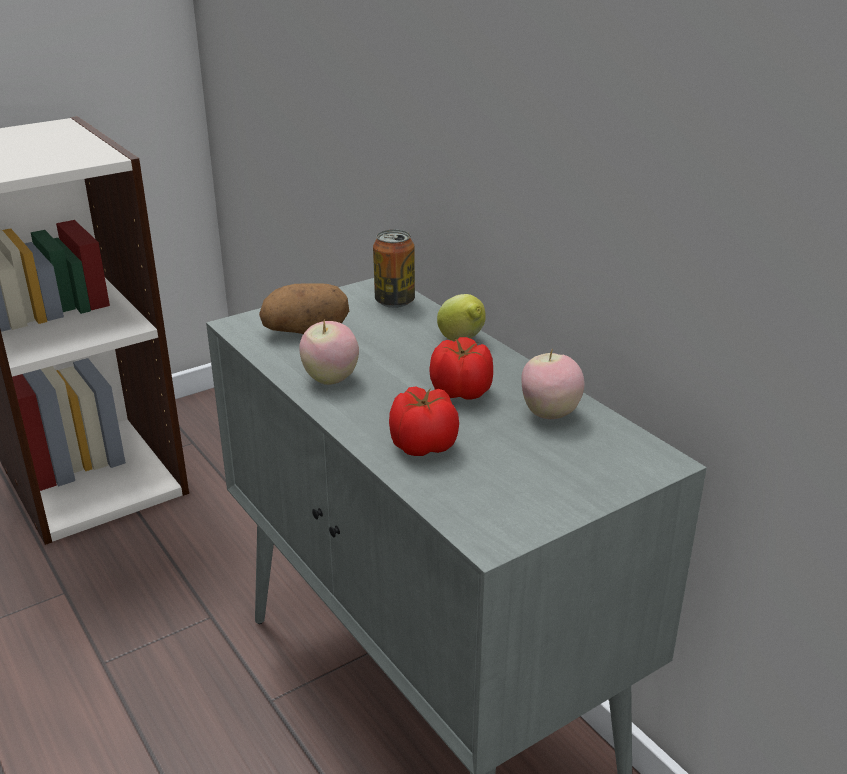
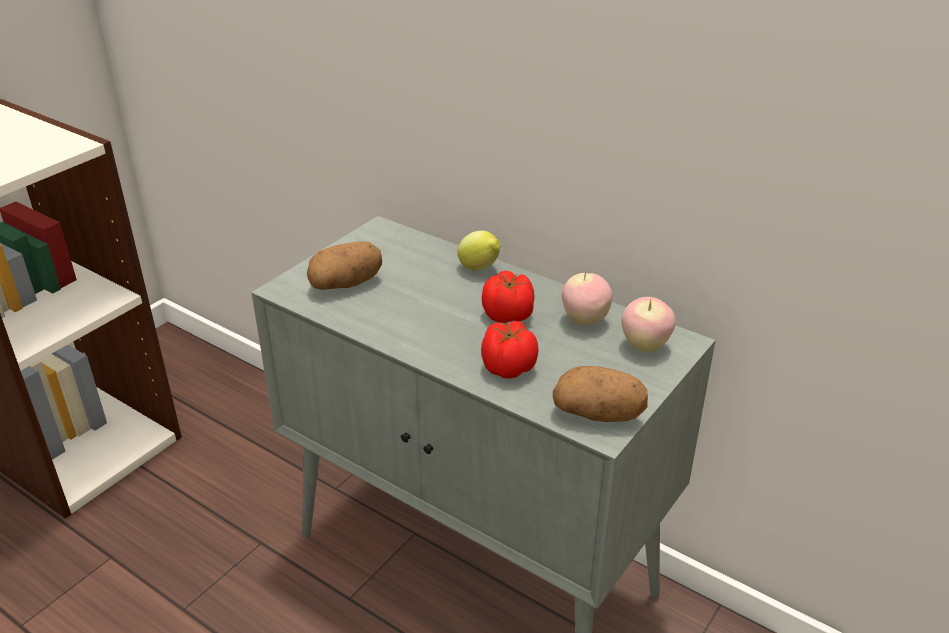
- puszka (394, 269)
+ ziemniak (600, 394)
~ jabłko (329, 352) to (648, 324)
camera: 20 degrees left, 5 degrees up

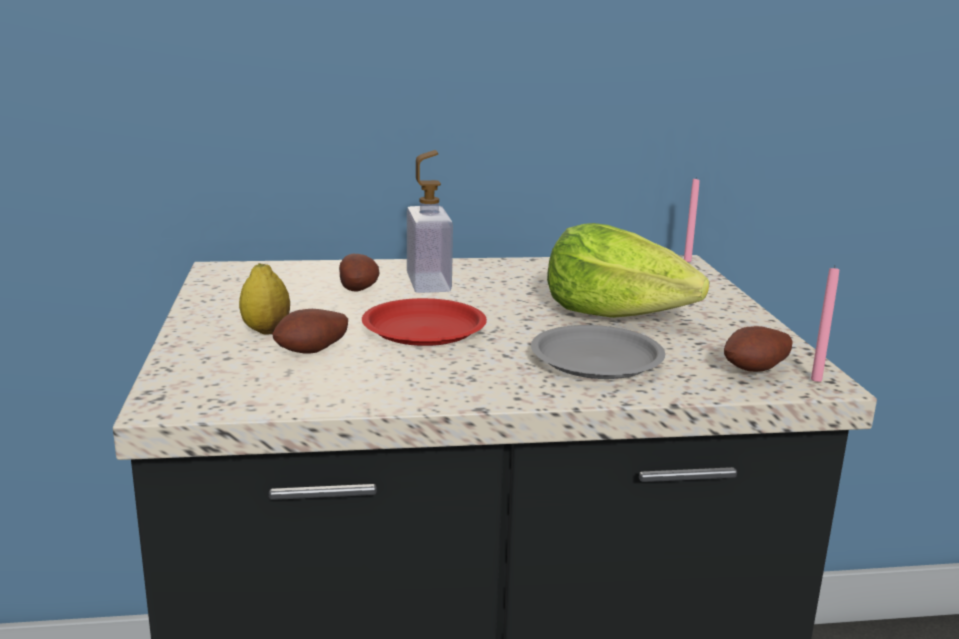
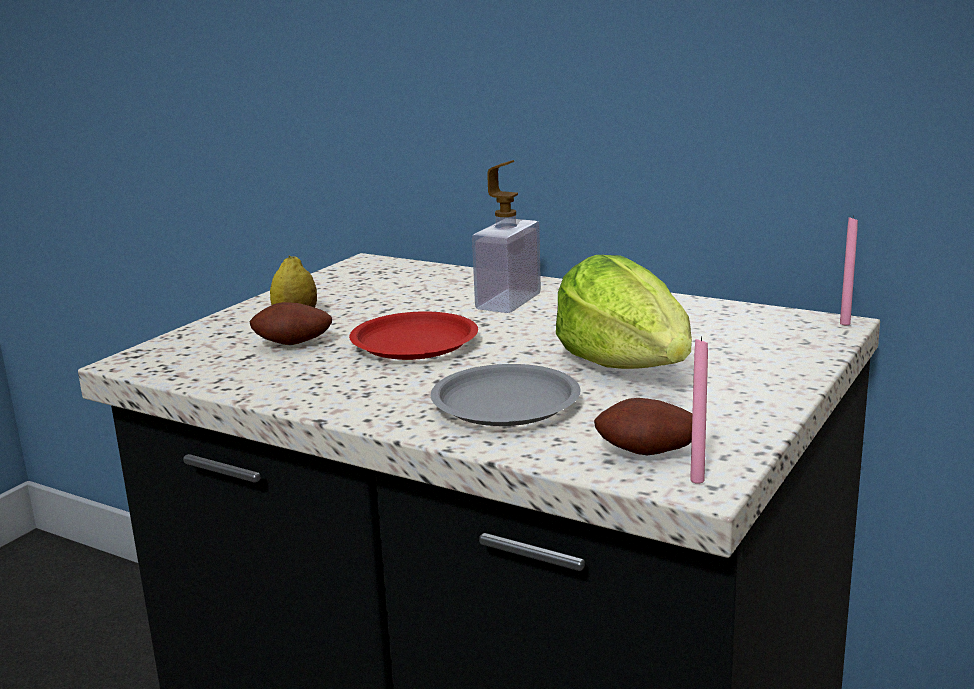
- ziemniak (359, 273)
camera: 40 degrees right, 0 degrees up

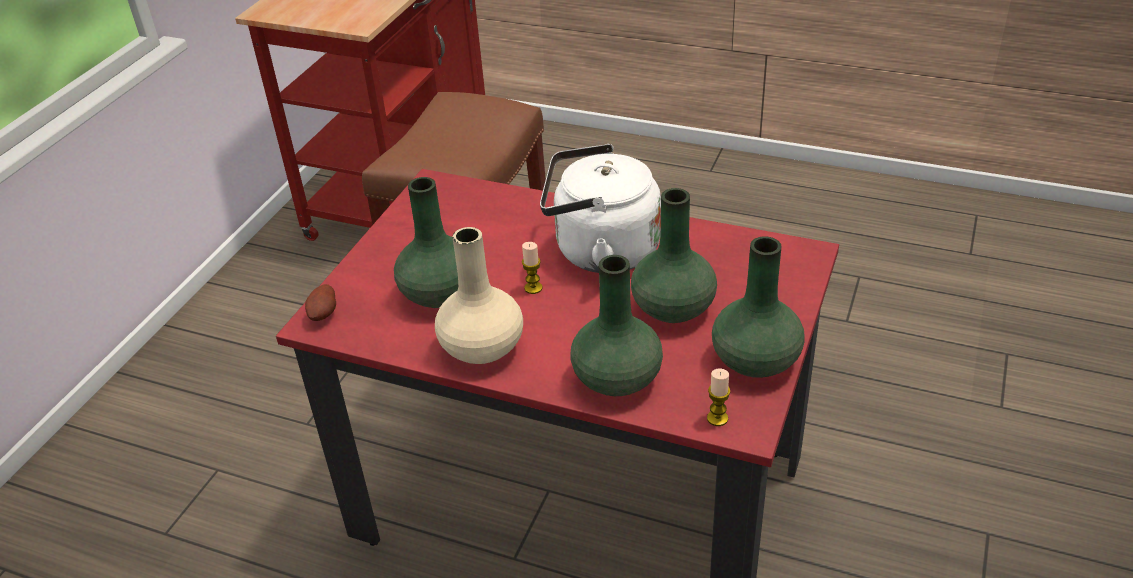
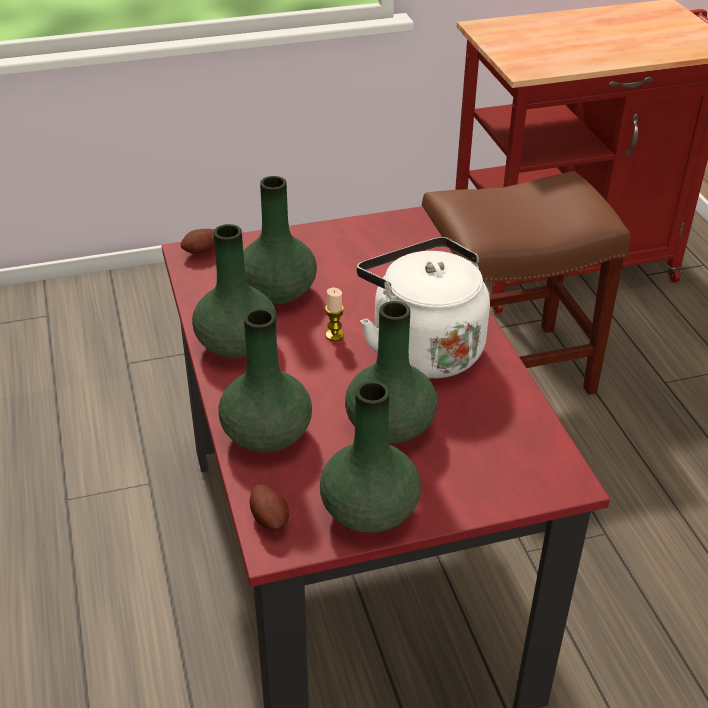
~ świeca (718, 397) to ziemniak (269, 507)
~ wazon (beżowy) (479, 295) to wazon (zielony) (234, 291)
camera: 50 degrees right, 0 degrees up

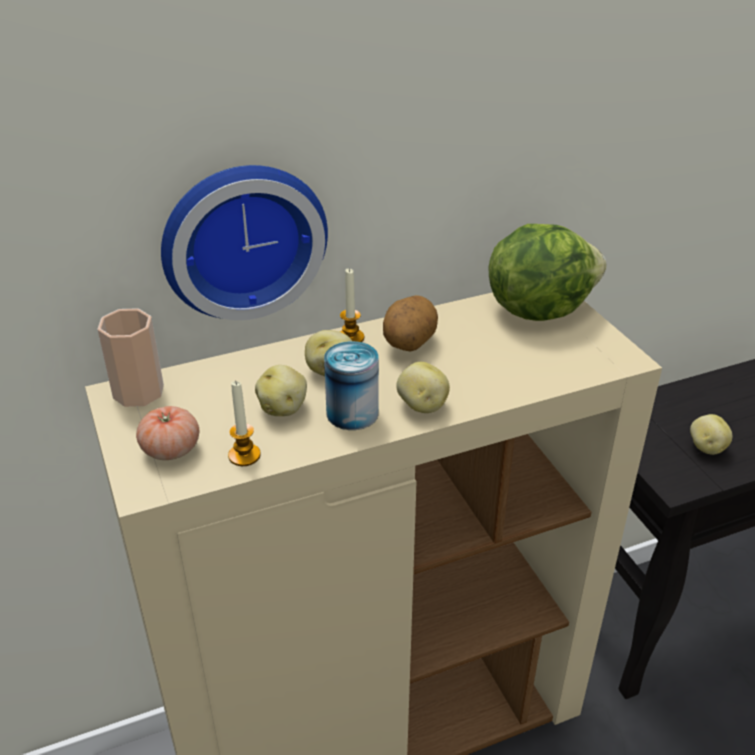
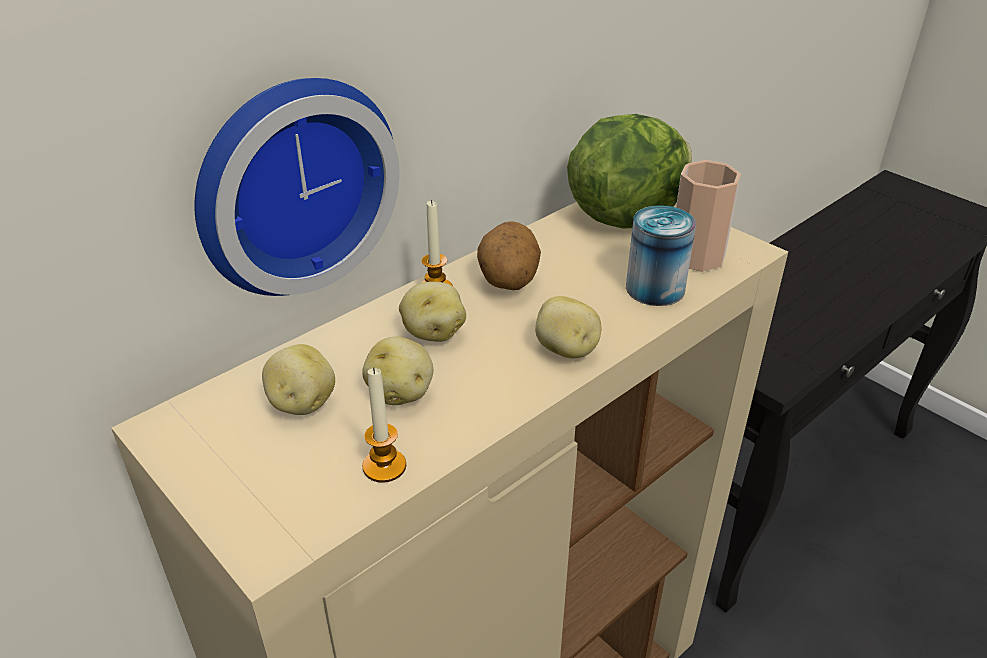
- pomidor (167, 433)
~ filiżanka (130, 357) to (708, 215)
~ puszka (351, 385) to (661, 255)
~ ziemniak (711, 434) to (298, 379)
camera: 20 degrees left, 0 degrees up

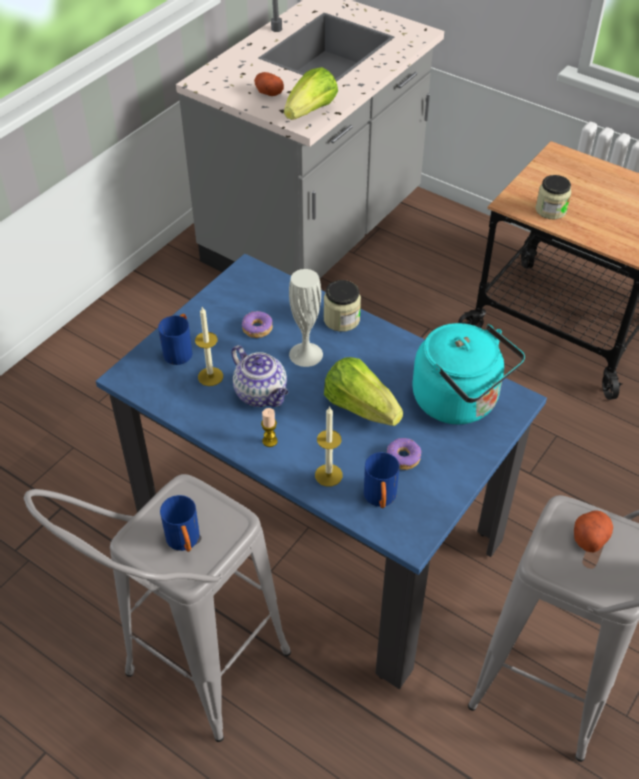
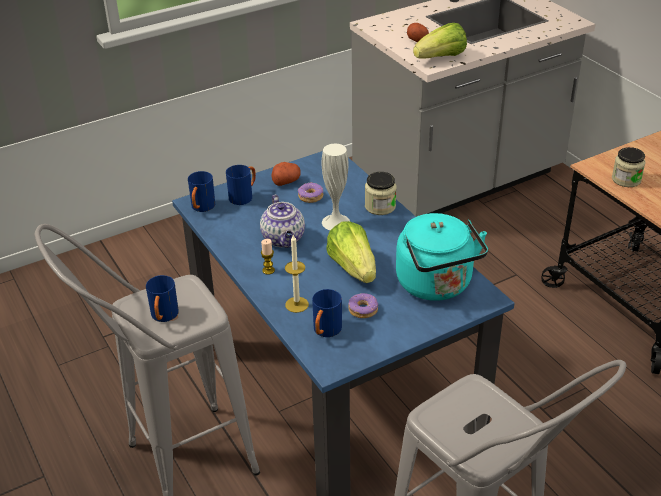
- świeca (209, 346)
+ kubek (niebieski) (201, 191)
~ ziemniak (593, 531) to (286, 174)
camera: 25 degrees right, 10 degrees down

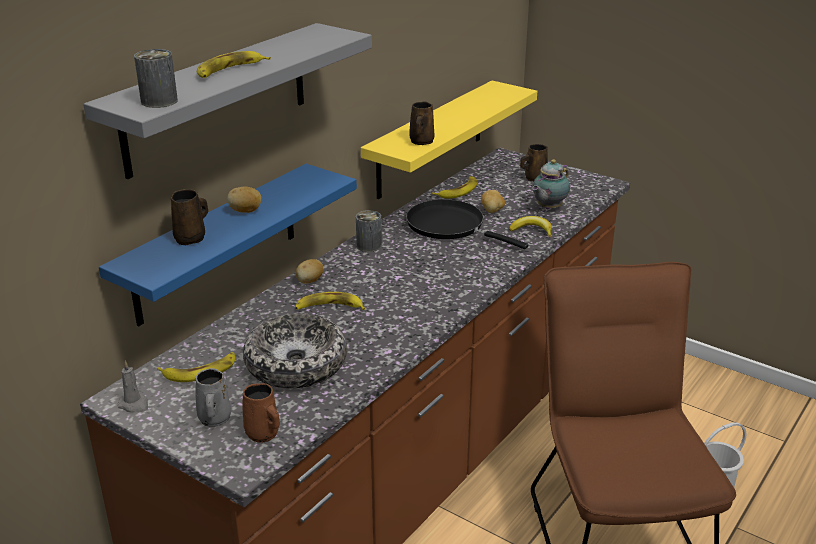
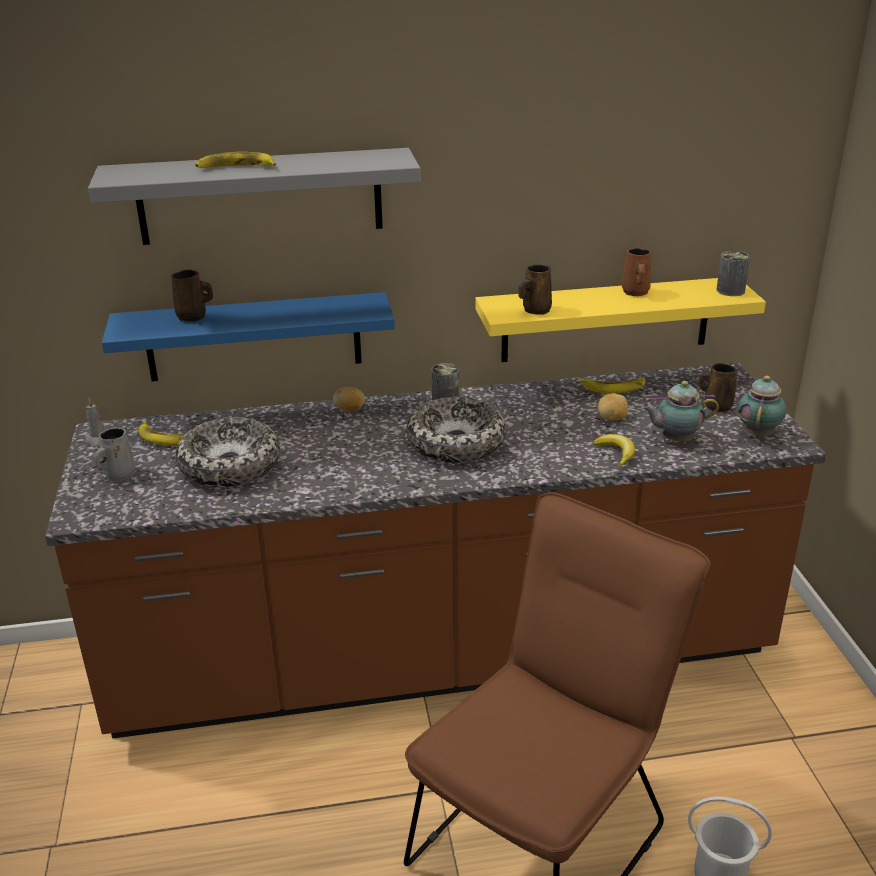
- ziemniak (244, 200)
- banan (330, 301)
- patelnia (czarny) (467, 224)
+ miska (456, 430)
+ imbryk (761, 406)
~ puszka (156, 78) to (733, 273)
~ kubek (brązowy) (261, 413) to (636, 272)
camera: 45 degrees right, 0 degrees up

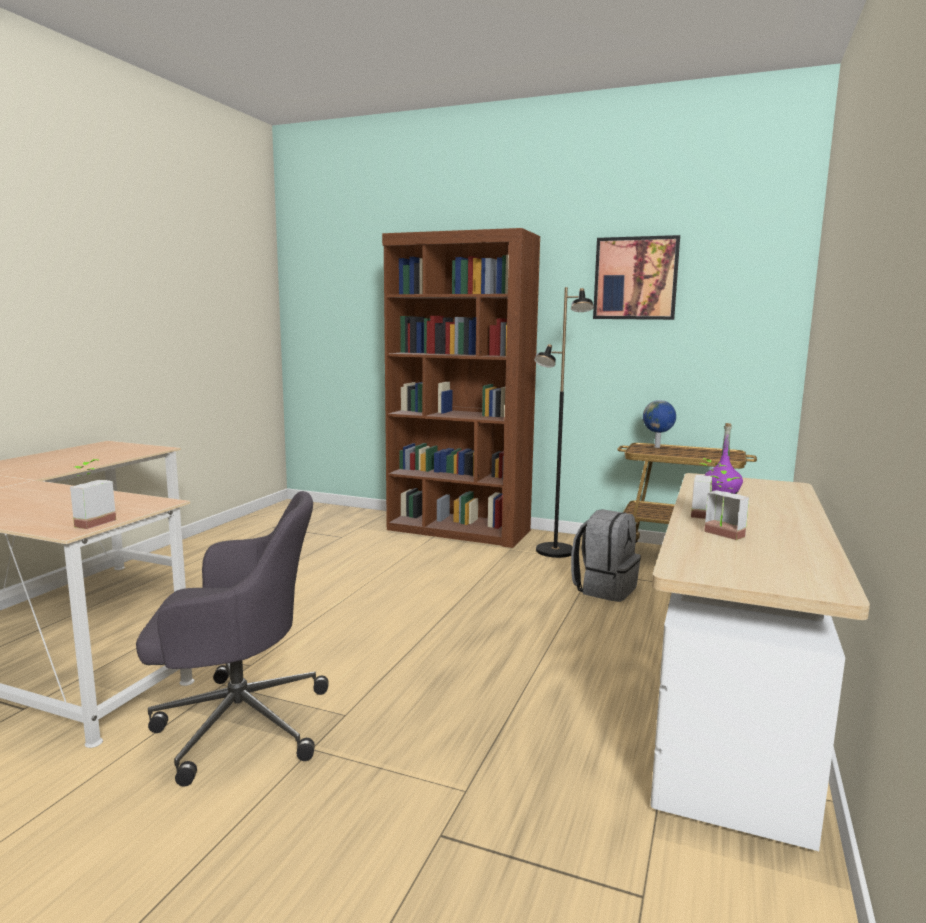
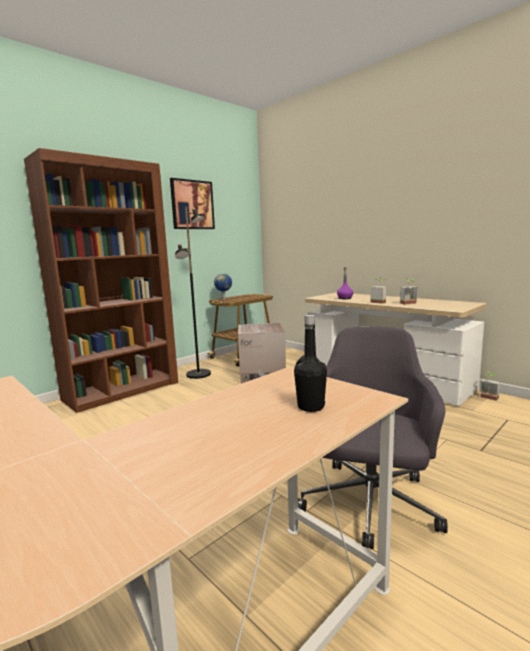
+ butelka (czarny) (310, 363)
~ roślina doniczkowa (93, 494) to (490, 386)
~ plecak (szary) (606, 555) to karton (262, 353)
camera: 65 degrees left, 0 degrees up

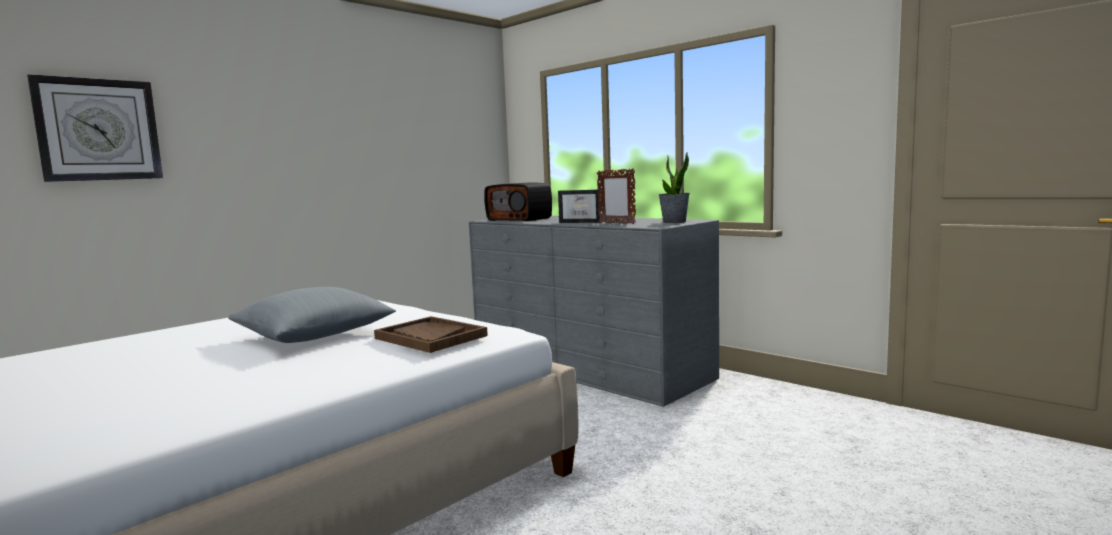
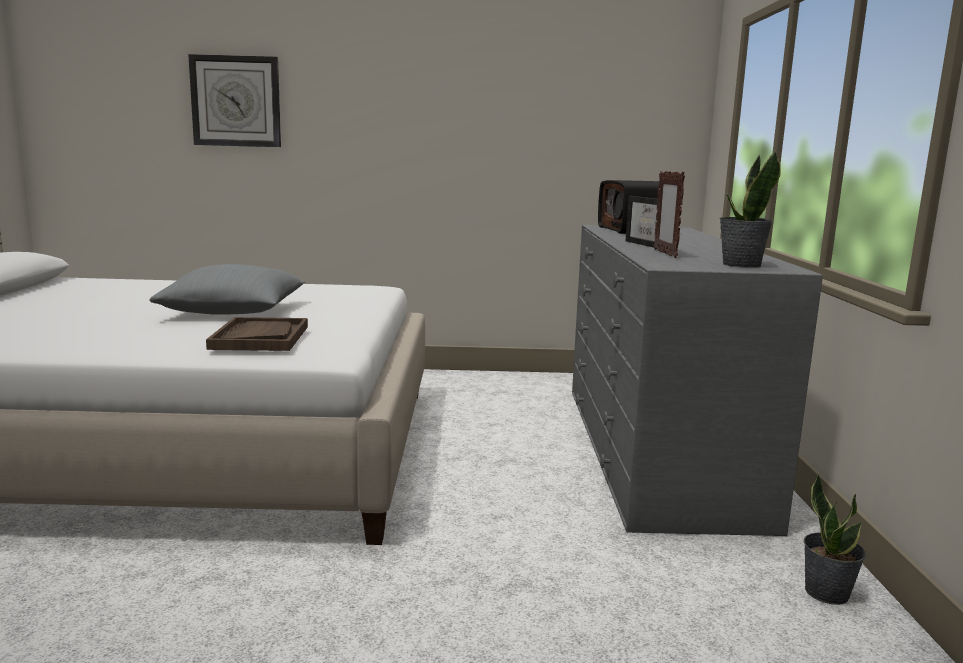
+ roślina doniczkowa (835, 539)
camera: 45 degrees right, 5 degrees up

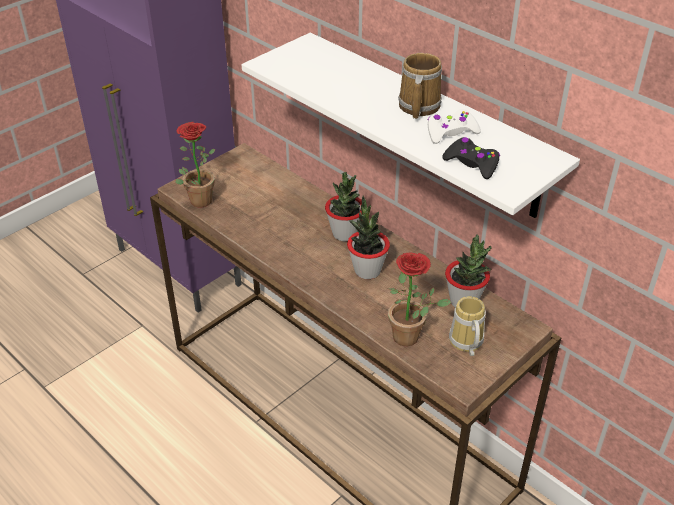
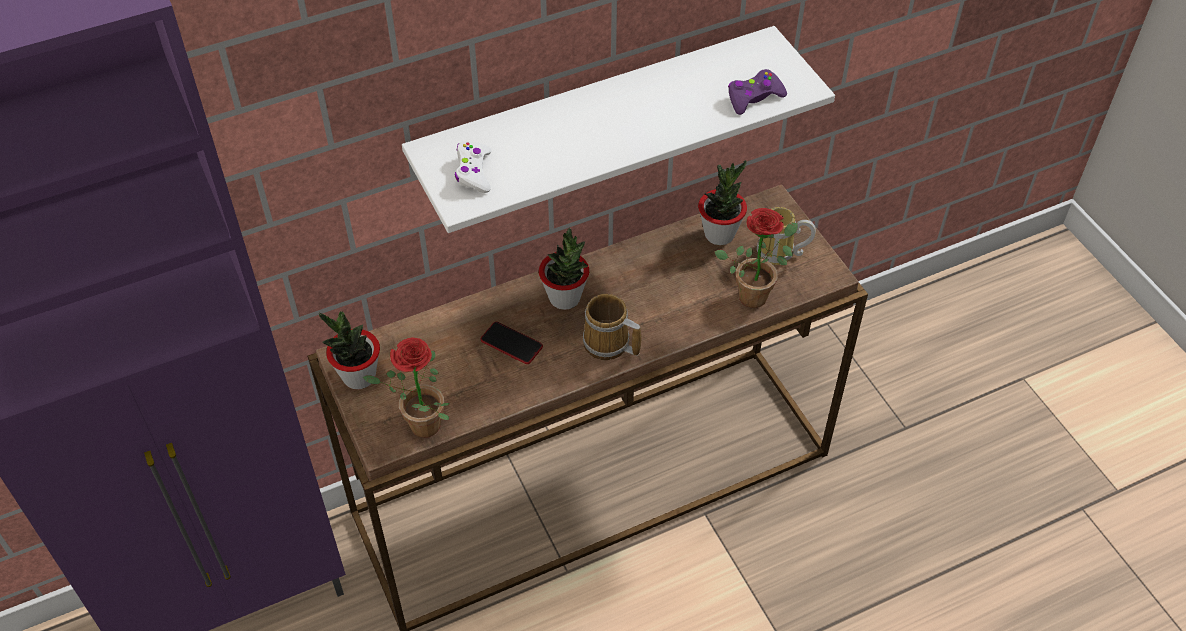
+ telefon (511, 343)
~ roślina doniczkowa (368, 237) to (349, 350)
~ kubek (420, 86) to (612, 327)
~ pad do gier (biały) (454, 126) to (473, 167)
~ pad do gier (czarny) (471, 158) to pad do gier (fioletowy) (757, 92)
camera: 70 degrees left, 10 degrees up

